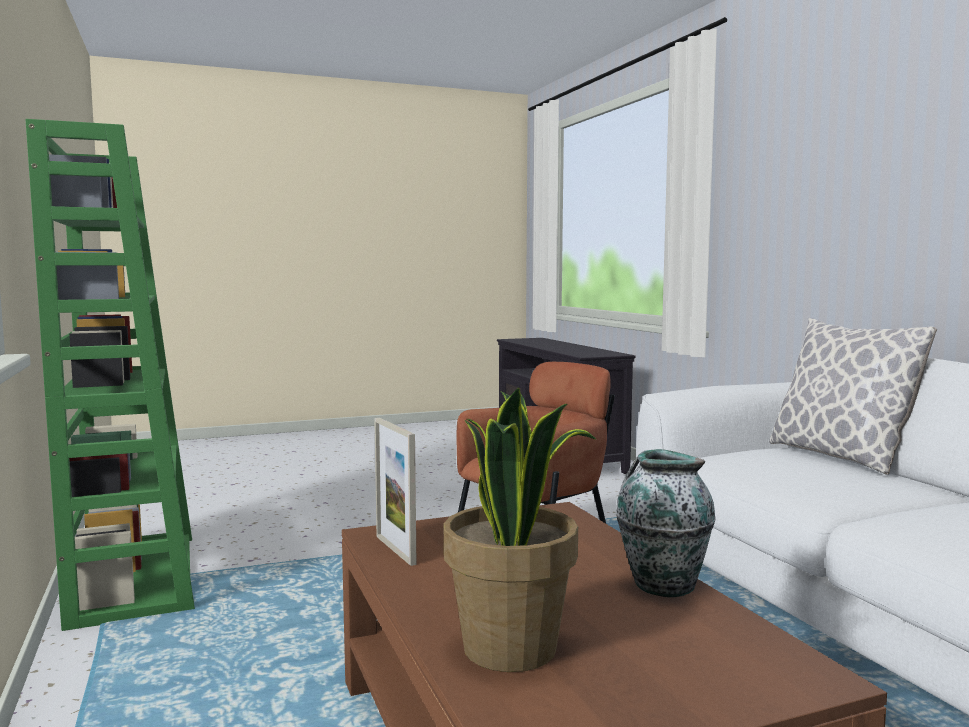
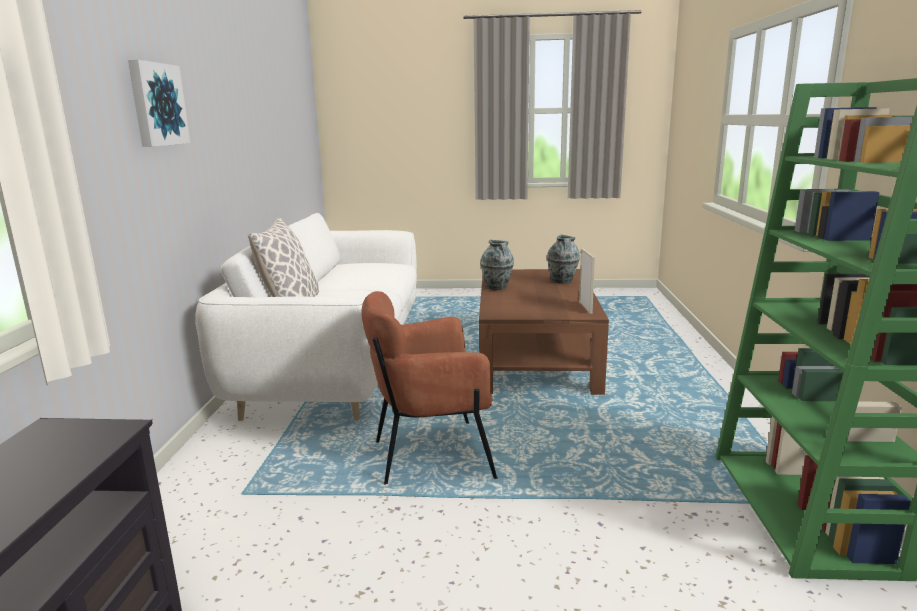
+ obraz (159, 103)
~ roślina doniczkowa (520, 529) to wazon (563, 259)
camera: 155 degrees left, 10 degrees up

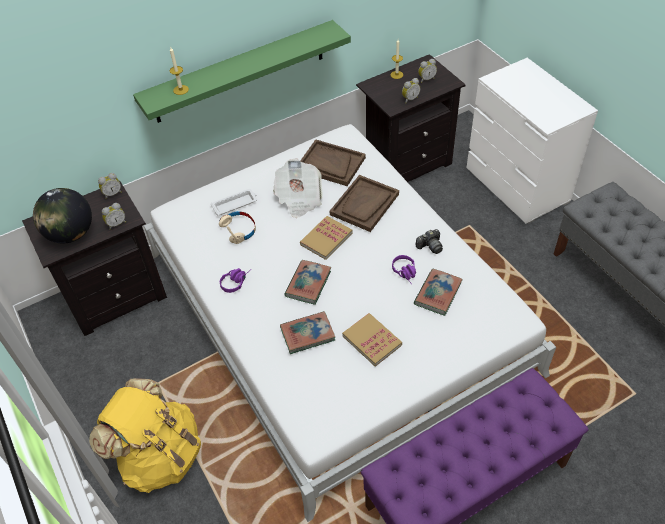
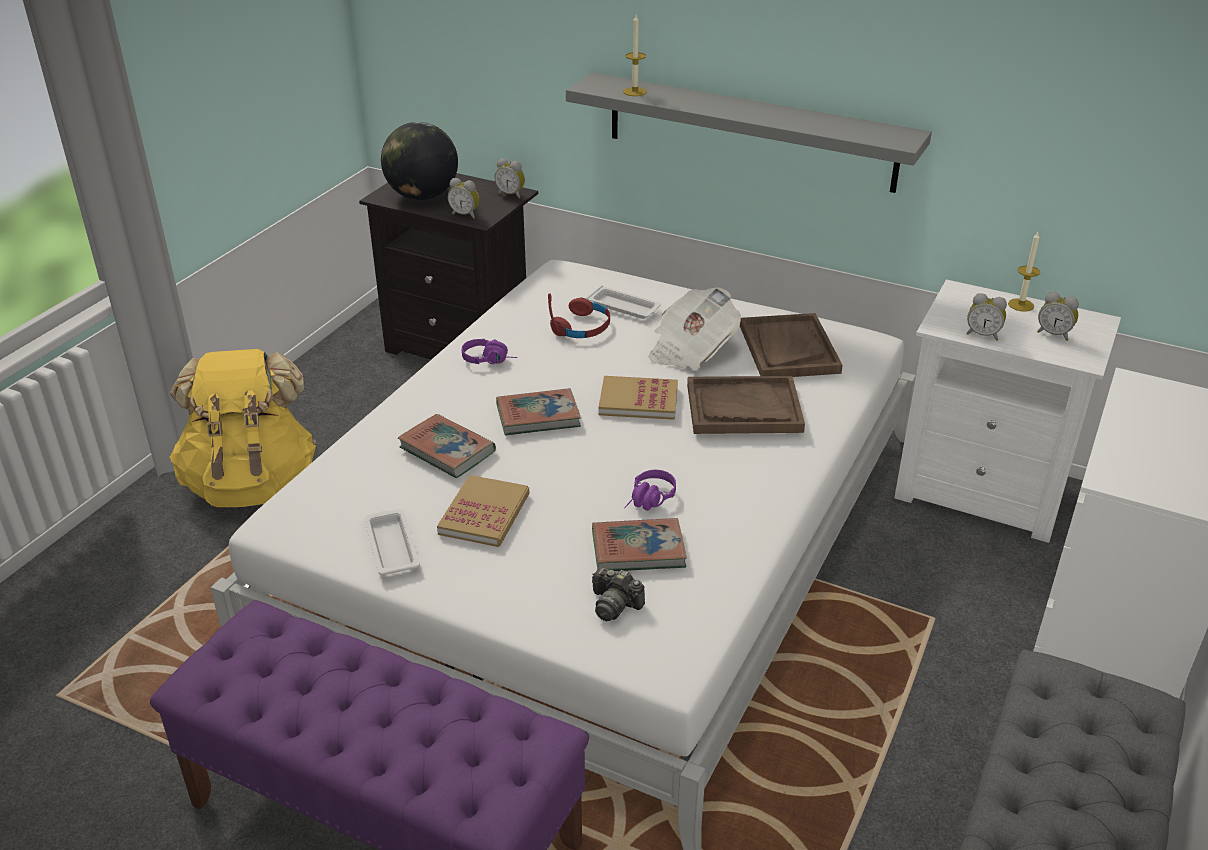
+ taca (biały) (392, 542)
~ aparat fotograficzny (429, 241) to (618, 594)
~ półka (zielony) (242, 71) to półka (szary) (749, 133)
~ słuchawki (beżowy) (237, 227) to słuchawki (czerwony) (579, 315)
~ szafka nocna (czarny) (411, 118) to szafka nocna (biały) (1007, 411)
camera: 55 degrees right, 15 degrees down

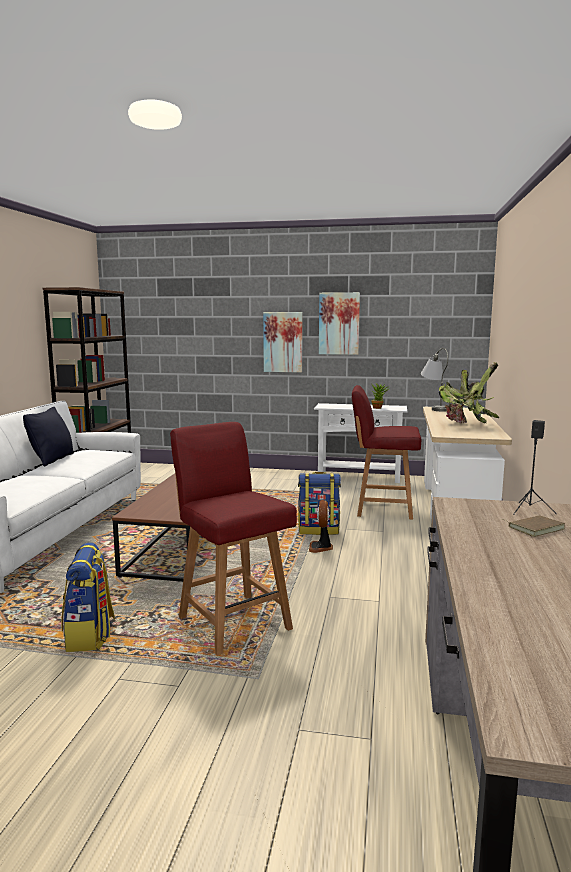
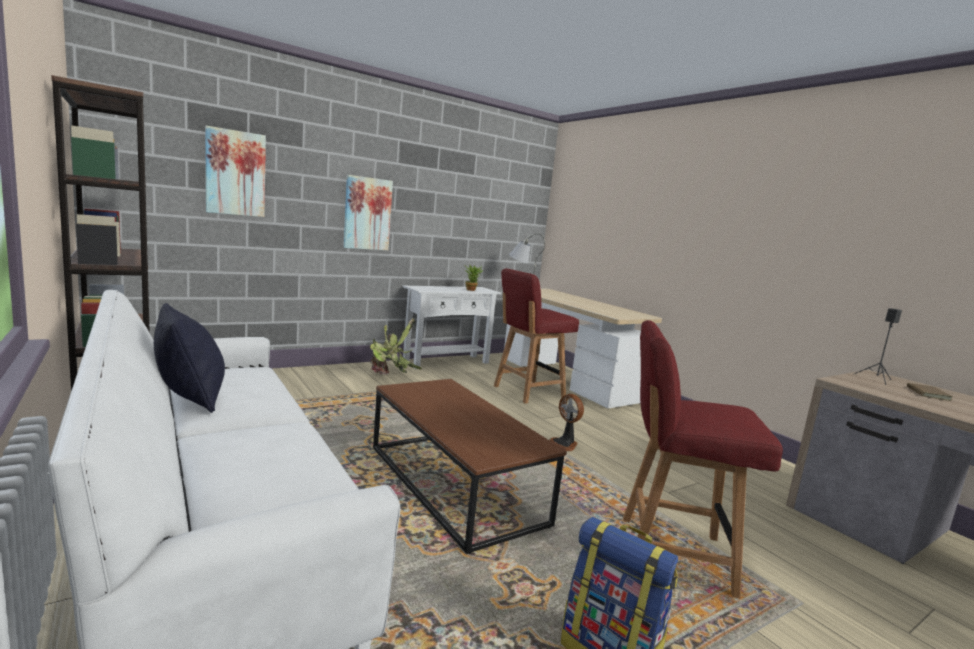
- plecak (319, 503)
~ obraz (339, 323) to (235, 171)
~ roślina doniczkowa (469, 392) to (396, 346)
camera: 45 degrees left, 0 degrees up

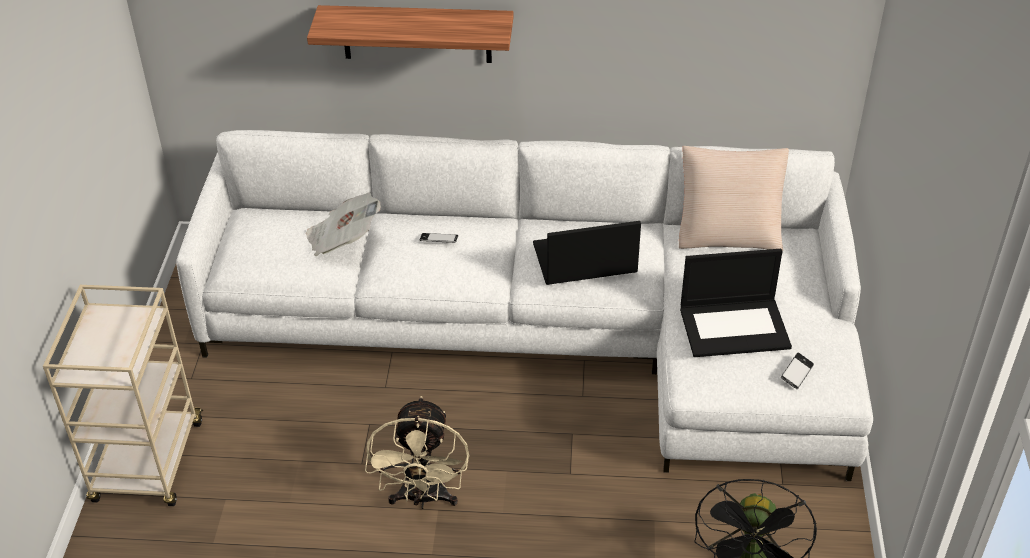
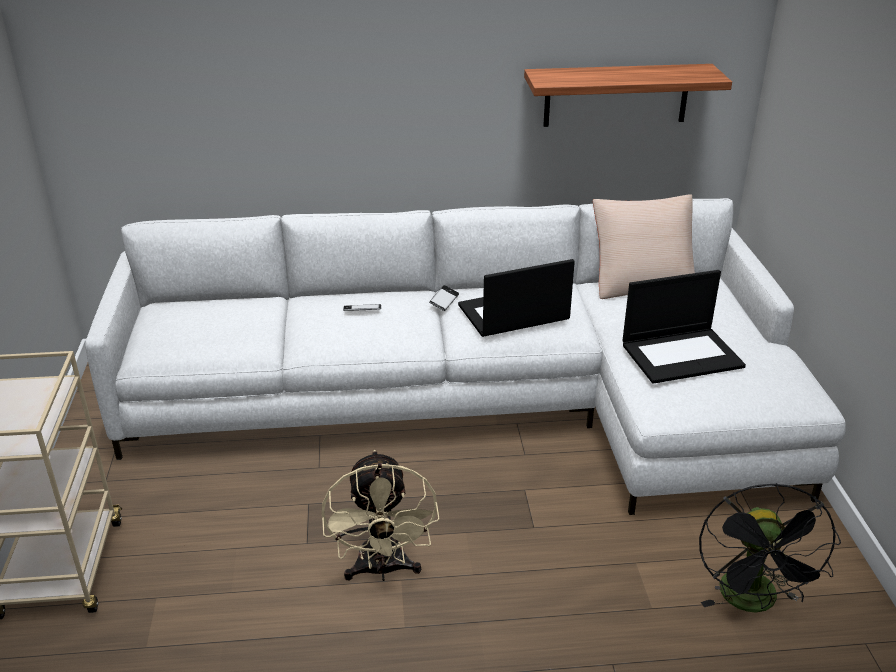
- gazeta (343, 224)
~ półka (410, 34) to (628, 95)
~ telefon (797, 371) to (444, 298)
camera: 10 degrees left, 10 degrees down

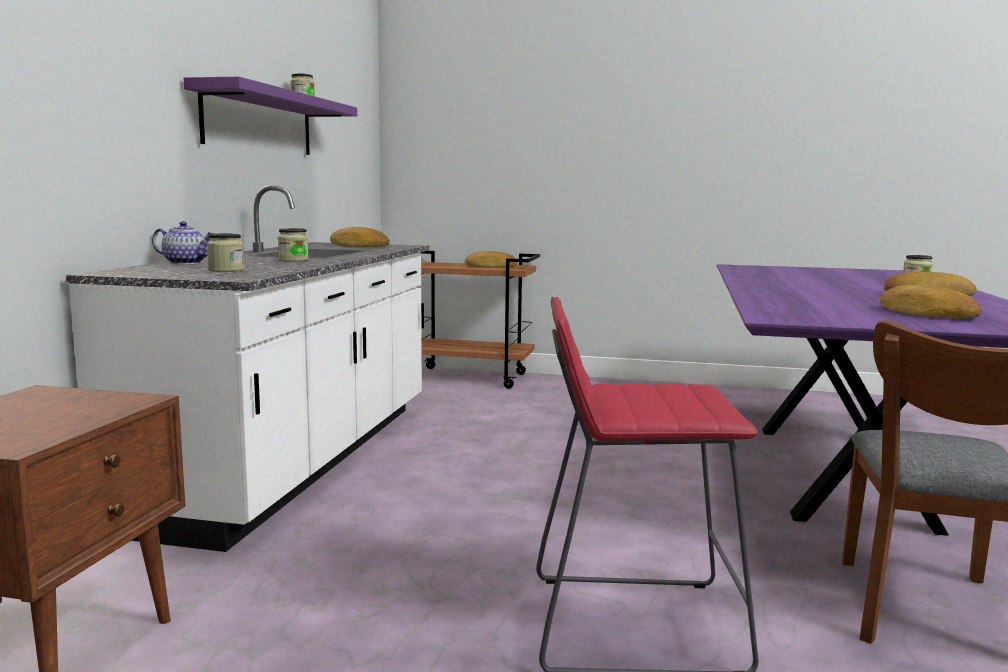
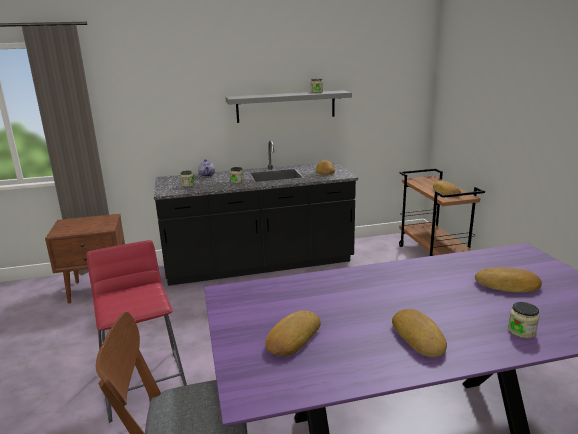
+ chleb (508, 280)
~ zabudowa kuchenna (biały) (247, 368) to zabudowa kuchenna (czarny) (256, 213)
~ półka (fioletowy) (270, 115) to półka (szary) (288, 106)
camera: 65 degrees right, 10 degrees up

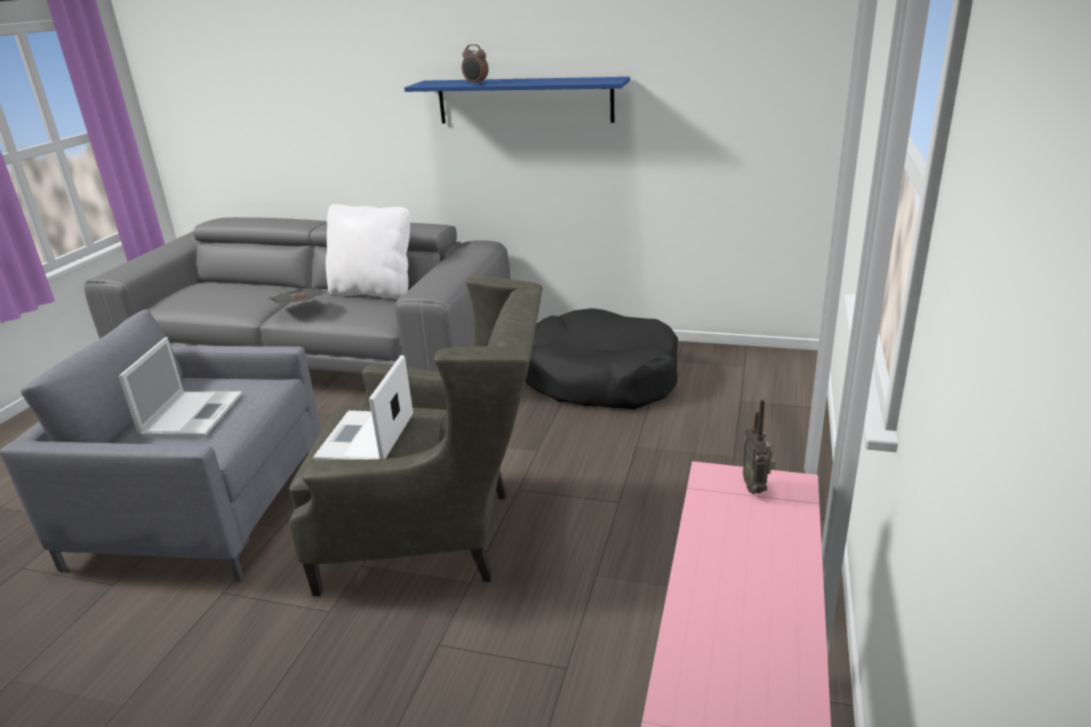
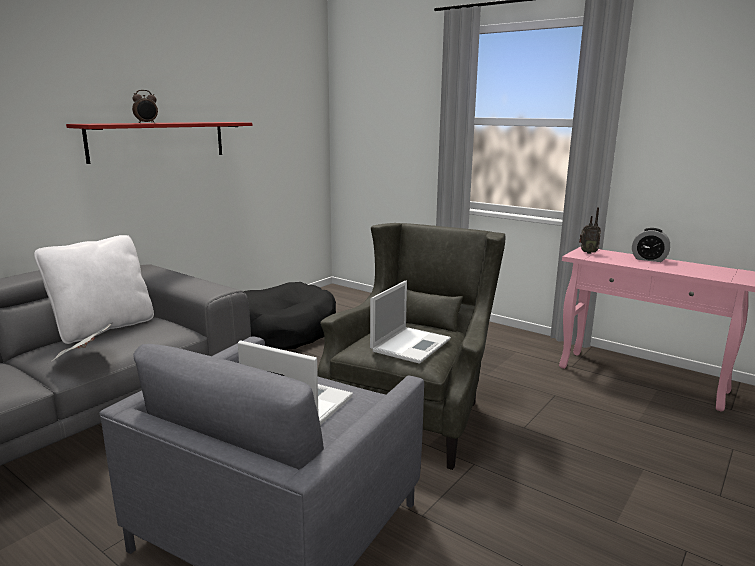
+ budzik (651, 245)
~ półka (niebieski) (517, 100) to półka (czerwony) (159, 143)
~ laptop (363, 408) = (410, 322) 90 degrees counterclockwise
camera: 70 degrees left, 10 degrees down

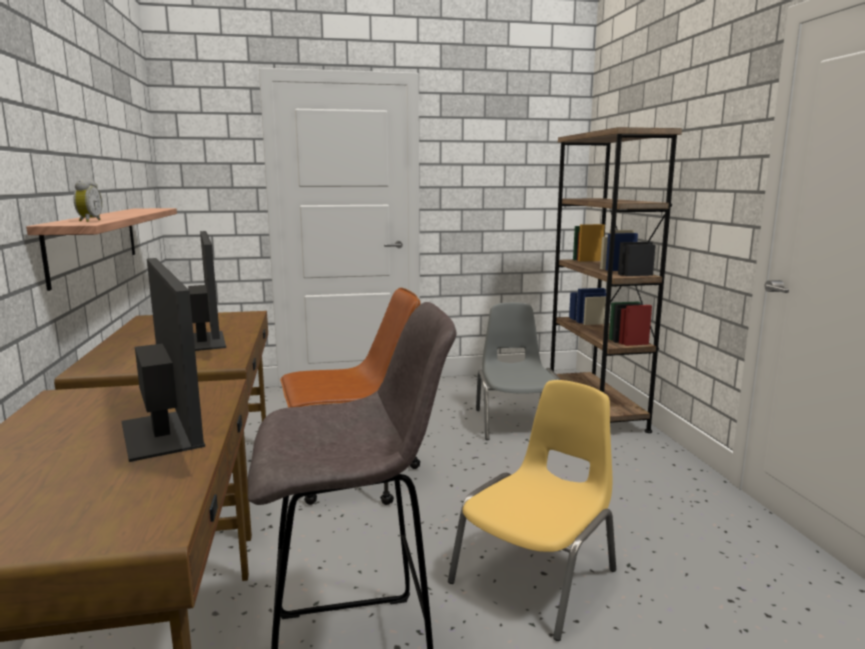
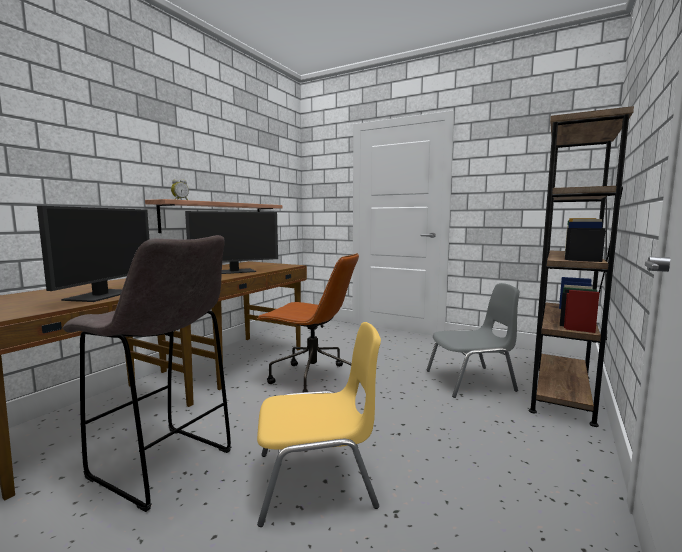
~ monitor (207, 291) = (231, 242) 45 degrees clockwise
~ krzesło (szary) (518, 371) = (473, 340) 45 degrees clockwise
camera: 40 degrees right, 5 degrees down

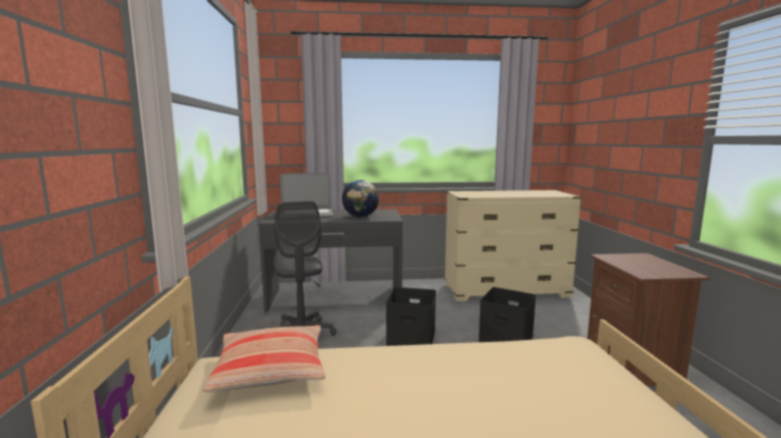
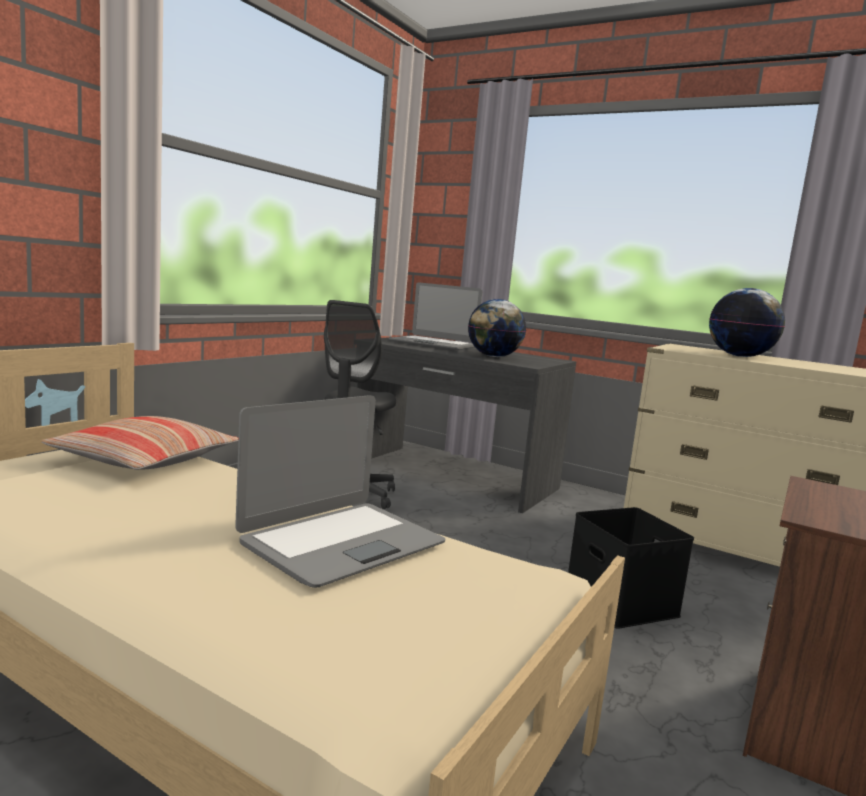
- pojemnik do przechowywania (czarny) (411, 316)
+ laptop (340, 491)
+ globus (747, 322)
camera: 35 degrees right, 0 degrees up

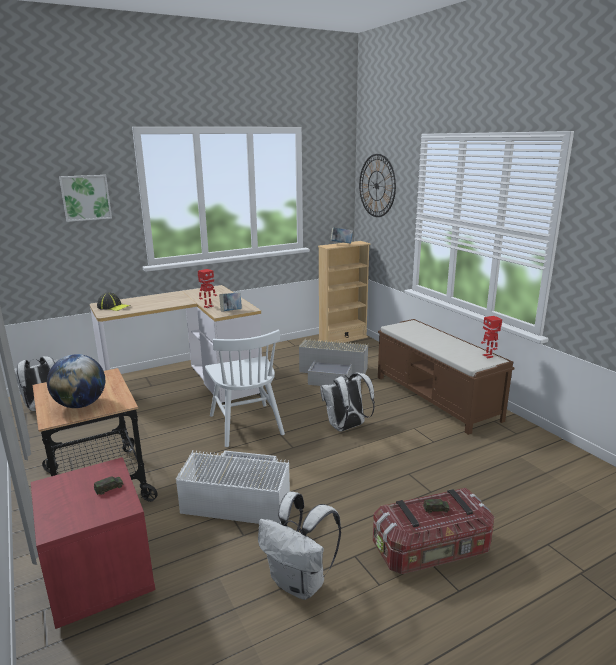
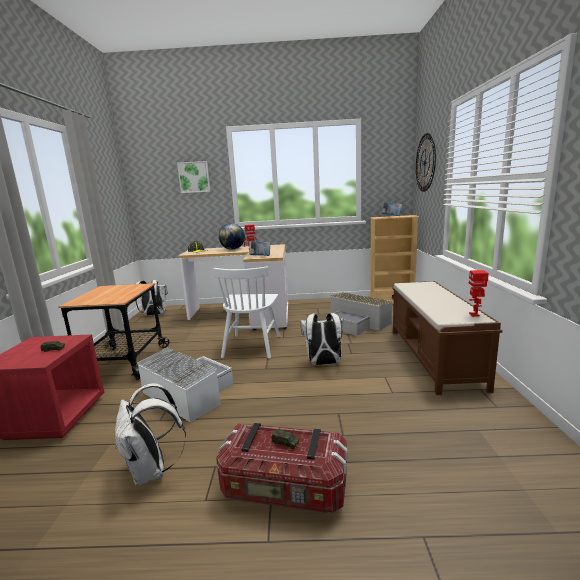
~ globus (76, 381) to (232, 236)
camera: 30 degrees right, 5 degrees down

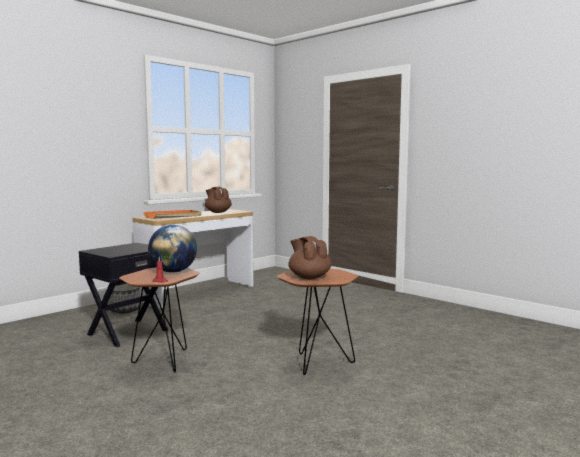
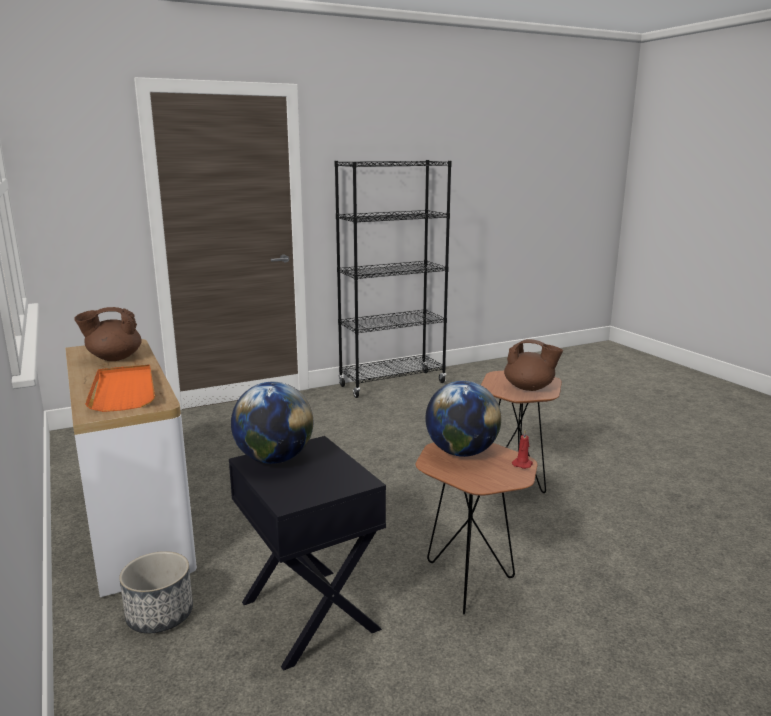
+ globus (272, 423)
+ regał (czarny) (393, 279)
~ imbryk (brązowy) (310, 257) = (533, 365) 150 degrees counterclockwise
camera: 70 degrees left, 10 degrees up

